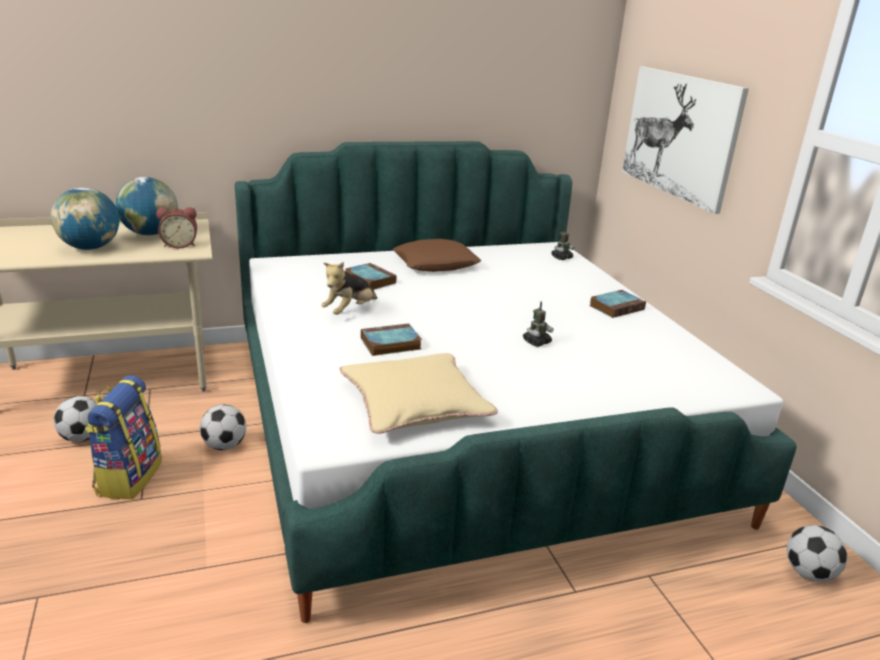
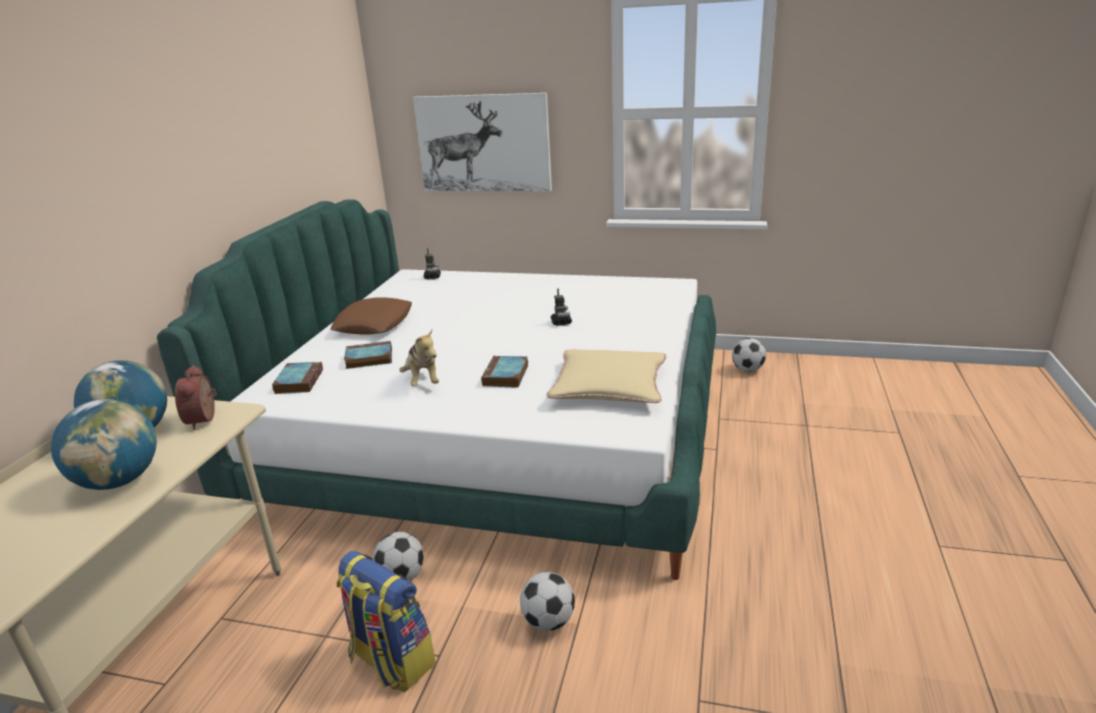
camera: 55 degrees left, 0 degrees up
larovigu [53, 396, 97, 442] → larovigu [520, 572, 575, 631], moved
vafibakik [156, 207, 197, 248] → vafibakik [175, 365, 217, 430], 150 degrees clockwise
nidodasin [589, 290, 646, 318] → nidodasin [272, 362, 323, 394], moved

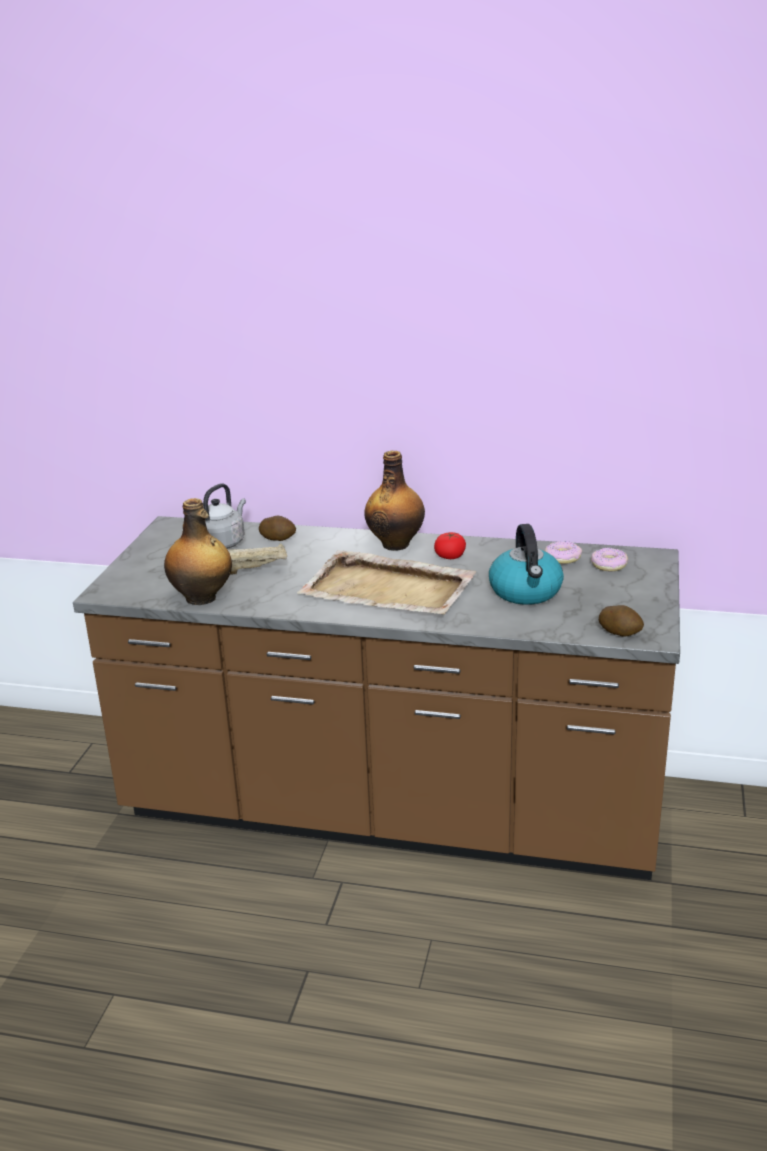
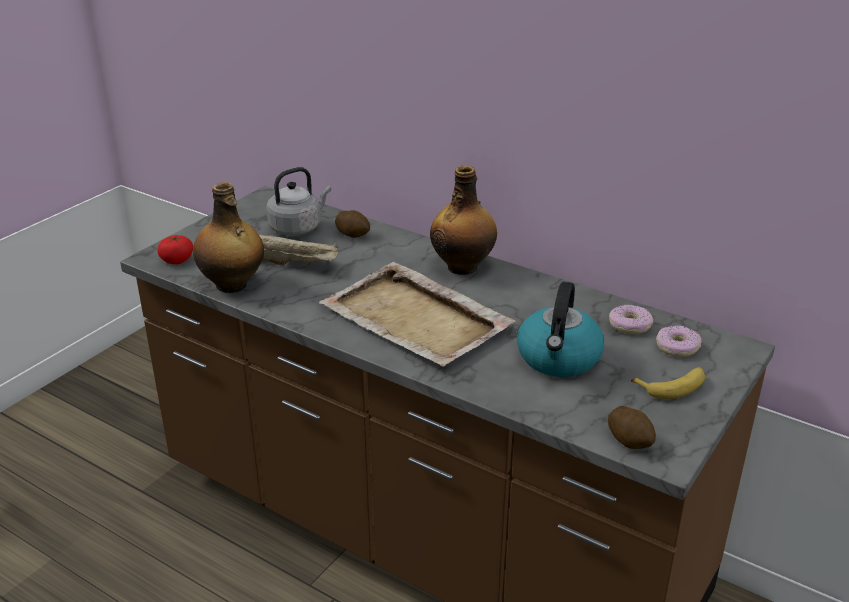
camera: 20 degrees right, 5 degrees up
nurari [434, 532, 466, 559] → nurari [157, 235, 193, 264], moved
- → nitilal [631, 367, 705, 399]

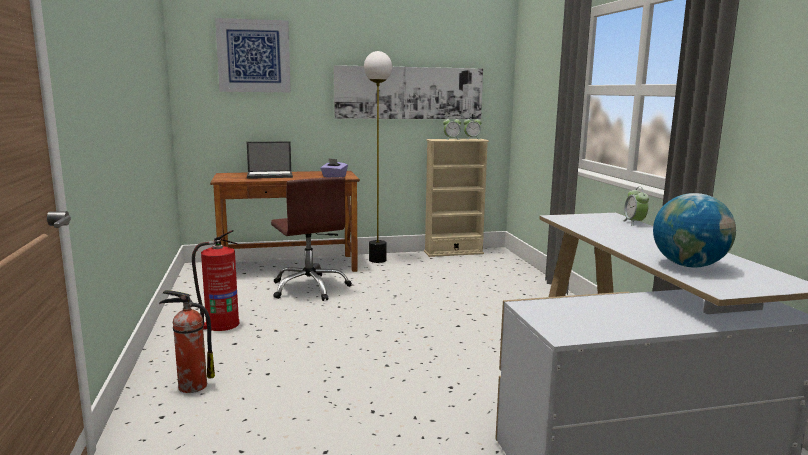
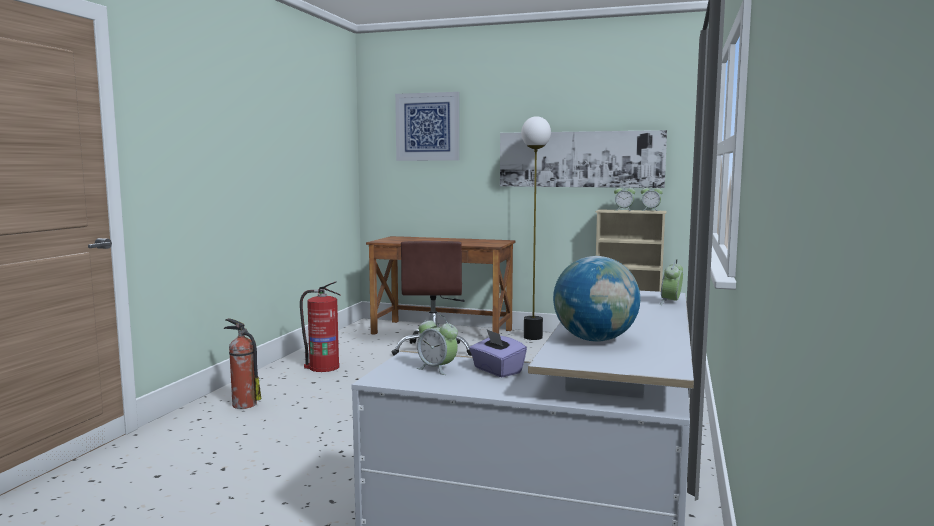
camera: 30 degrees right, 5 degrees down
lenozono [247, 141, 293, 179] → -
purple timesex [320, 158, 348, 178] → purple timesex [469, 329, 527, 377], moved
- → vafibakik [417, 315, 458, 375]

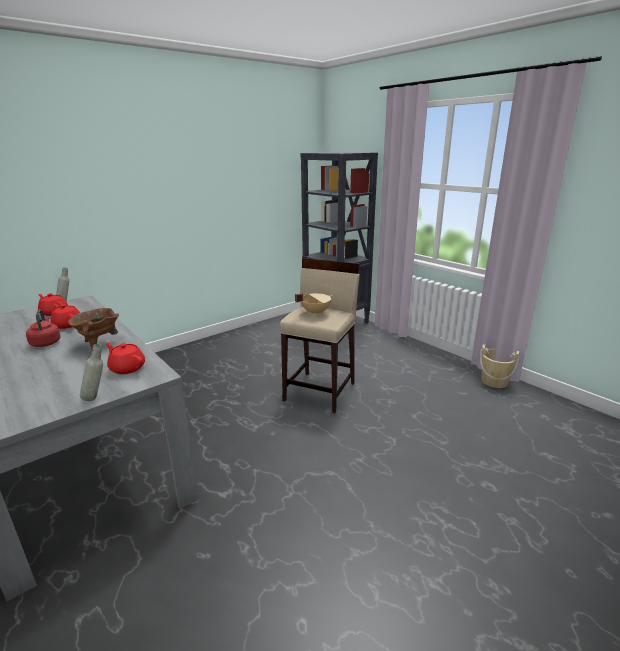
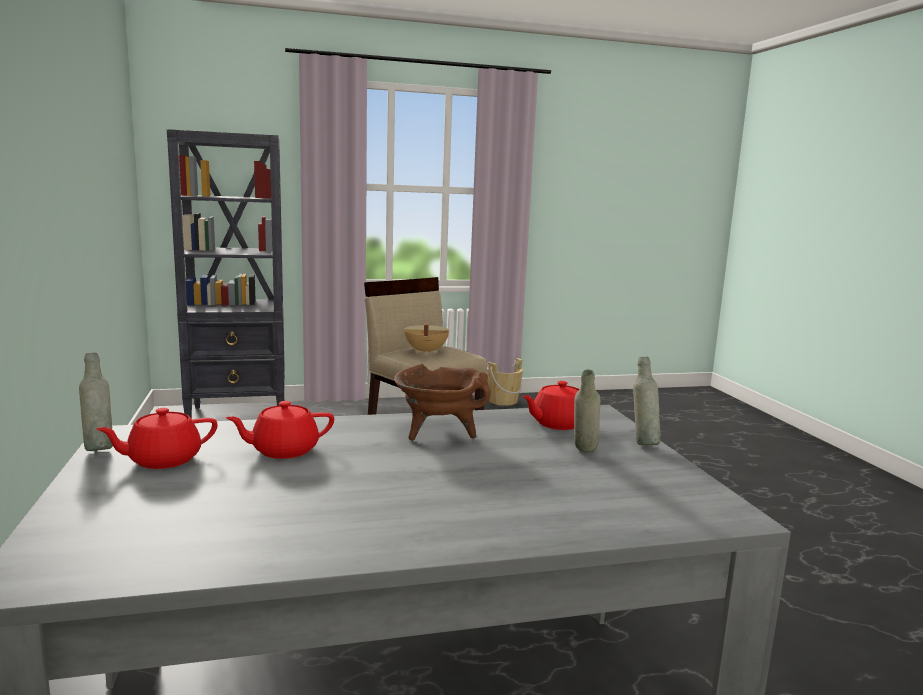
camera: 65 degrees left, 10 degrees down
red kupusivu [26, 309, 61, 347] → -
- → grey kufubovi [574, 369, 600, 452]

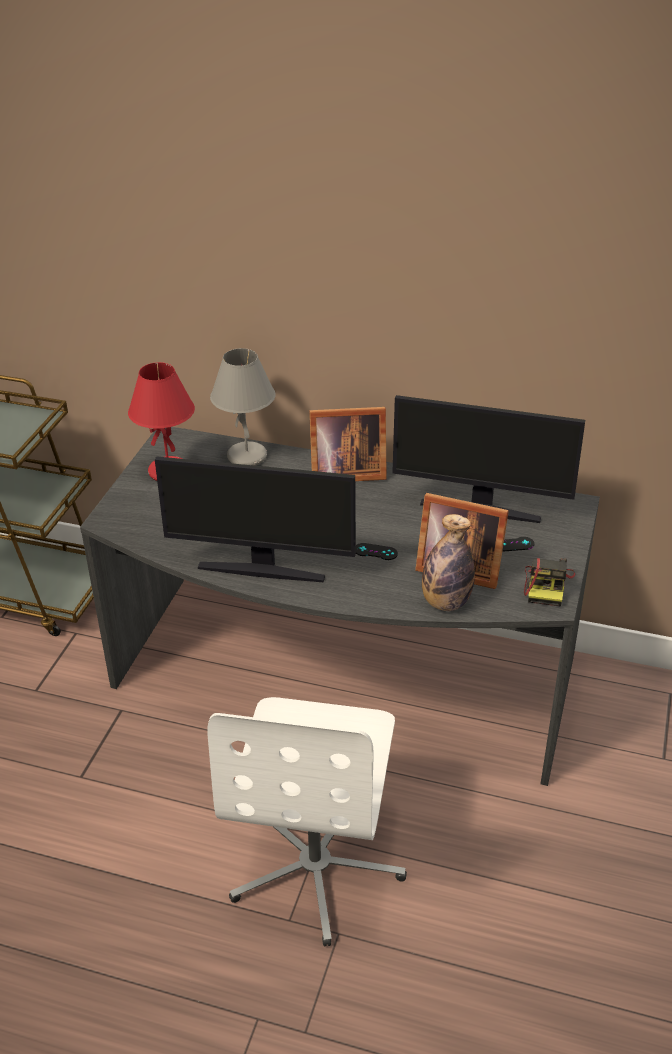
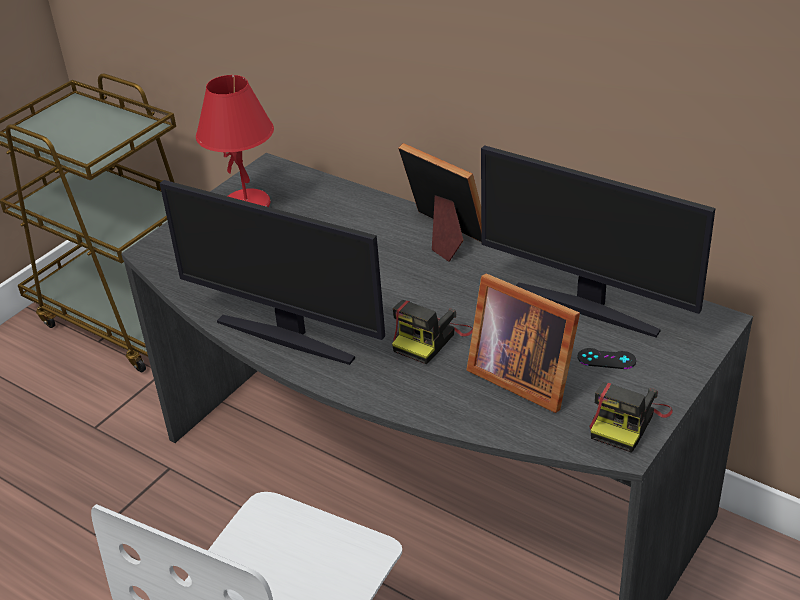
camera: 20 degrees right, 0 degrees up
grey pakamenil [210, 348, 276, 466] → -
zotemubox [309, 407, 387, 481] → zotemubox [398, 143, 481, 262], 150 degrees counterclockwise
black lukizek [356, 543, 398, 560] → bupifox [392, 300, 473, 364]
kufubovi [422, 514, 475, 611] → -

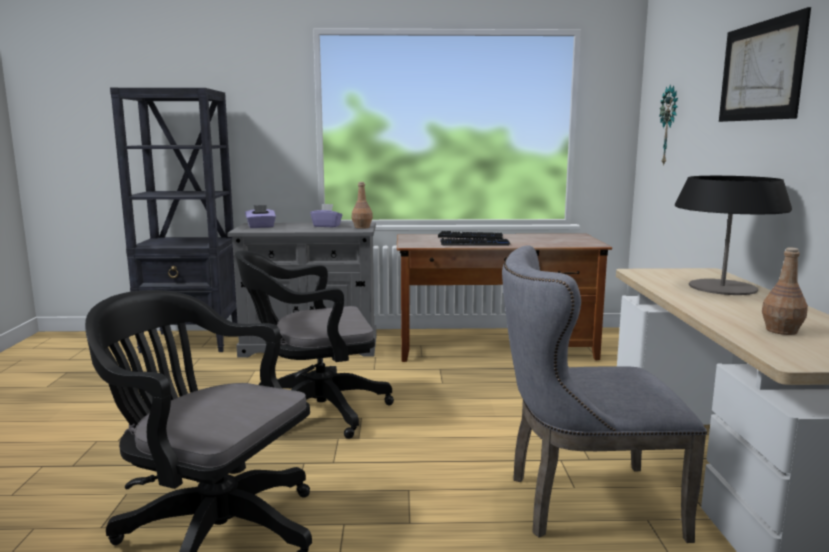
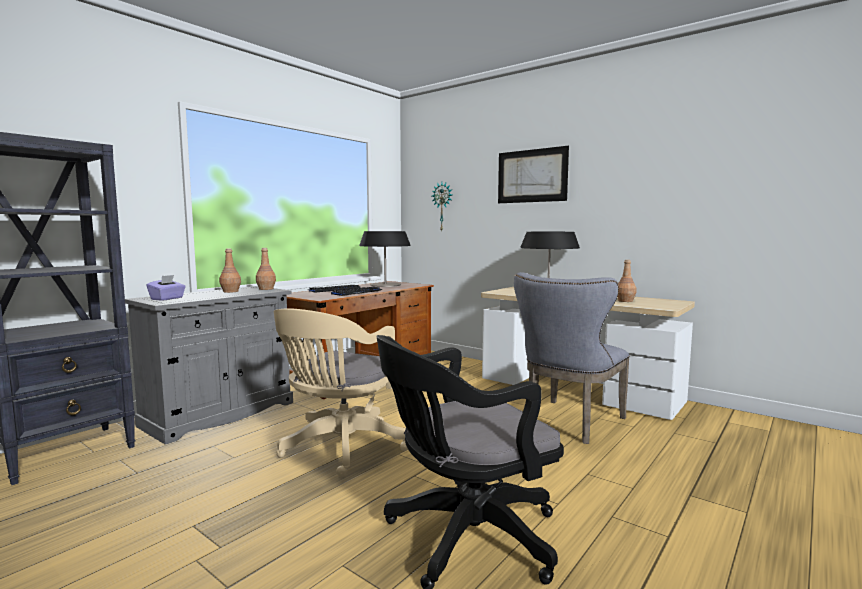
camera: 50 degrees left, 5 degrees down
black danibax [235, 250, 394, 439] → beige danibax [274, 308, 408, 476]
purple timesex [310, 204, 342, 227] → brown kufubovi [219, 249, 241, 293]
- → pakamenil [359, 231, 410, 287]

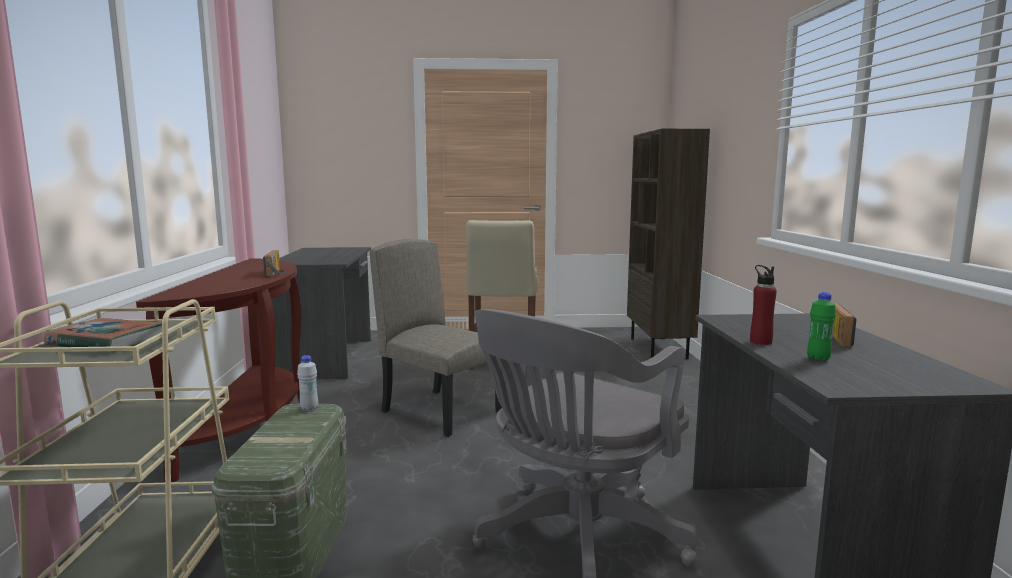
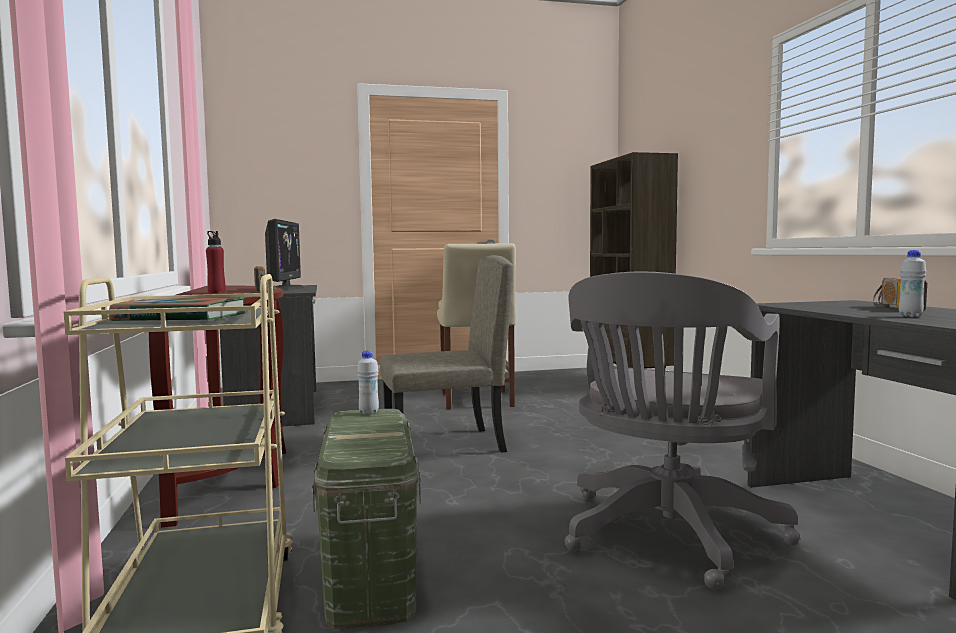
camera: 10 degrees left, 5 degrees down
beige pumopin [370, 239, 502, 437] → beige pumopin [380, 255, 513, 453], 135 degrees clockwise
red kufubovi [750, 265, 777, 345] → red kufubovi [206, 231, 226, 293], moved
green kufubovi [807, 292, 836, 361] → white kufubovi [899, 250, 926, 317]
- → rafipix [265, 219, 304, 291]

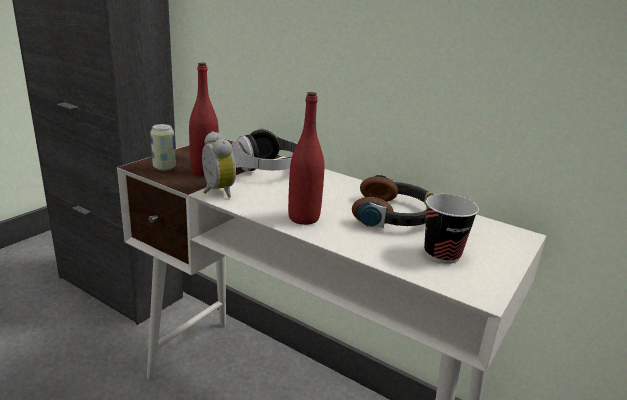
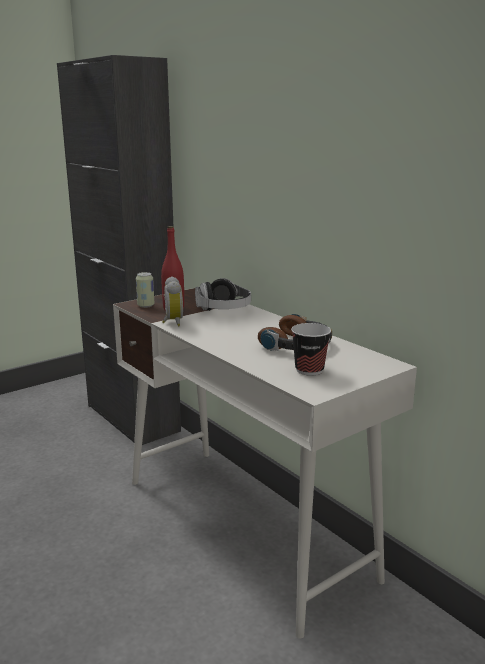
camera: 20 degrees right, 5 degrees down
red kufubovi [288, 92, 324, 225] → -

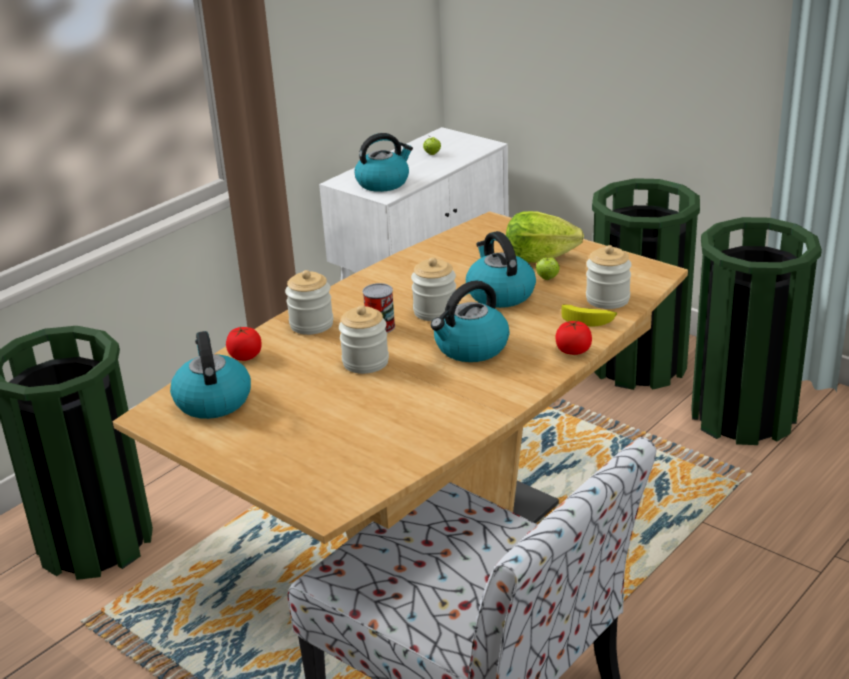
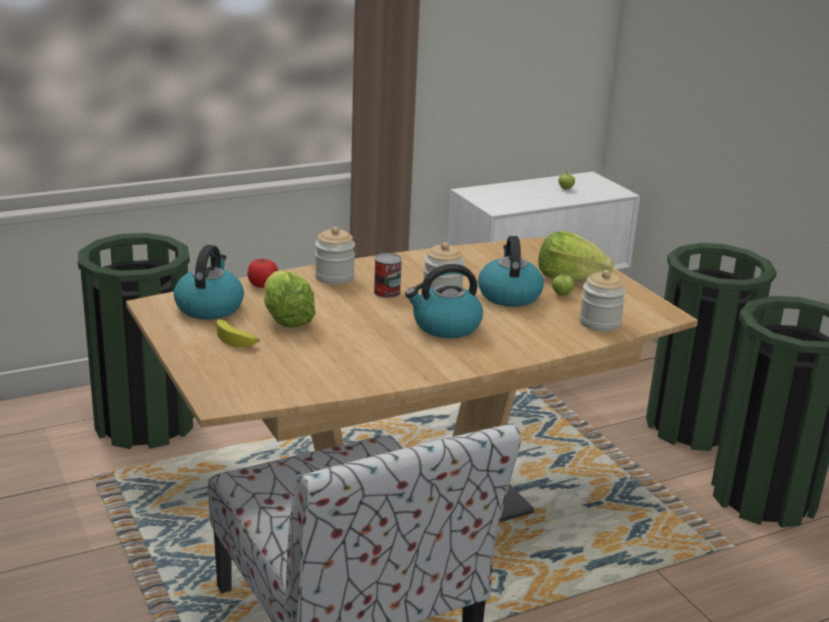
camera: 20 degrees right, 5 degrees down
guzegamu [339, 306, 389, 374] → -
kupusivu [355, 133, 413, 192] → -
nurari [555, 321, 592, 355] → -
nitilal [562, 304, 617, 326] → nitilal [217, 319, 260, 347], moved
- → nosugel [264, 270, 316, 328]

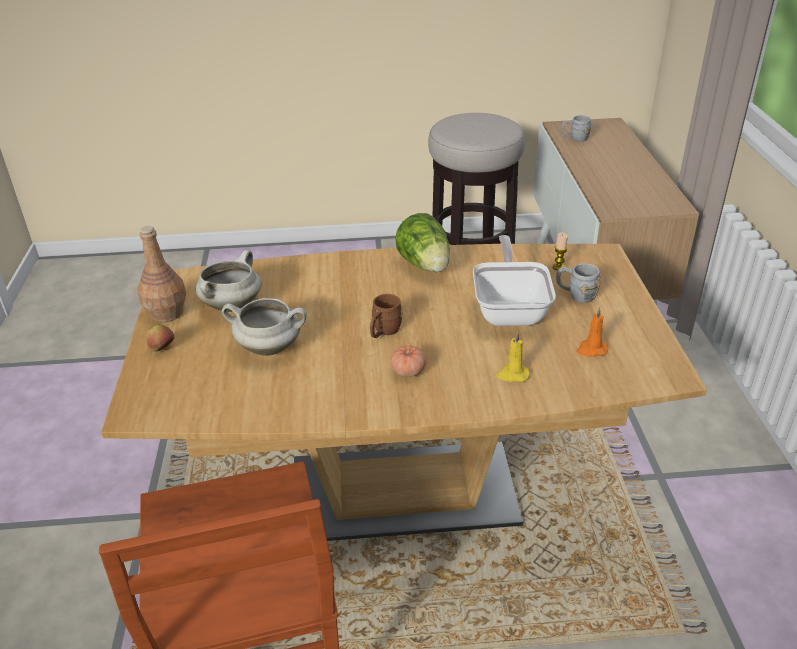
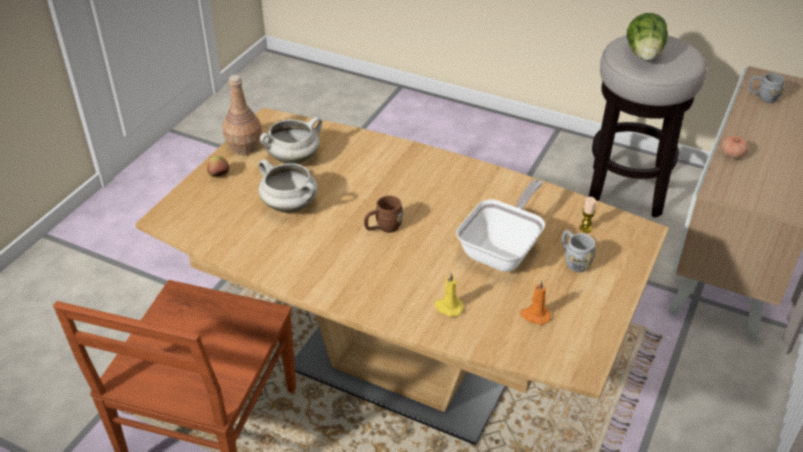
camera: 30 degrees right, 5 degrees up
nurari [390, 346, 426, 377] → nurari [721, 136, 749, 158], moved
nosugel [395, 213, 450, 272] → nosugel [627, 13, 668, 61], moved

